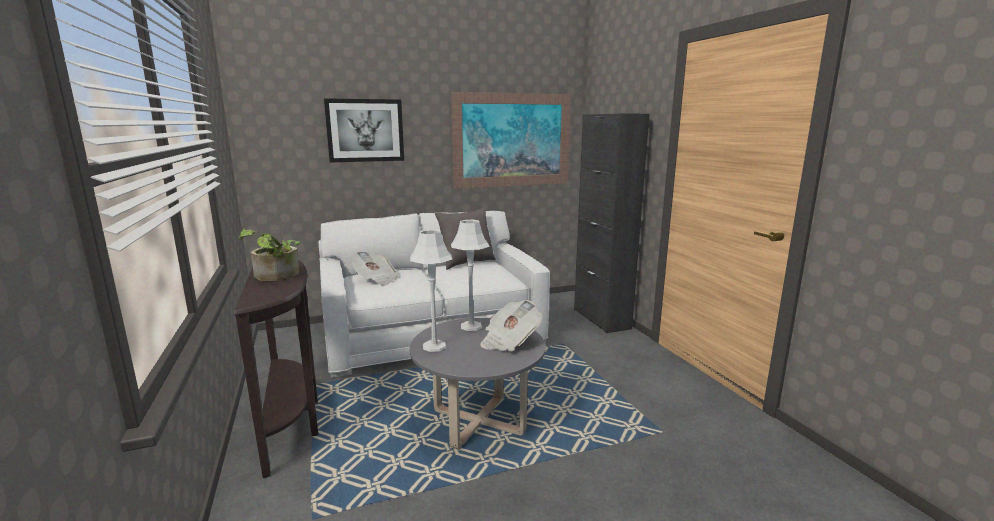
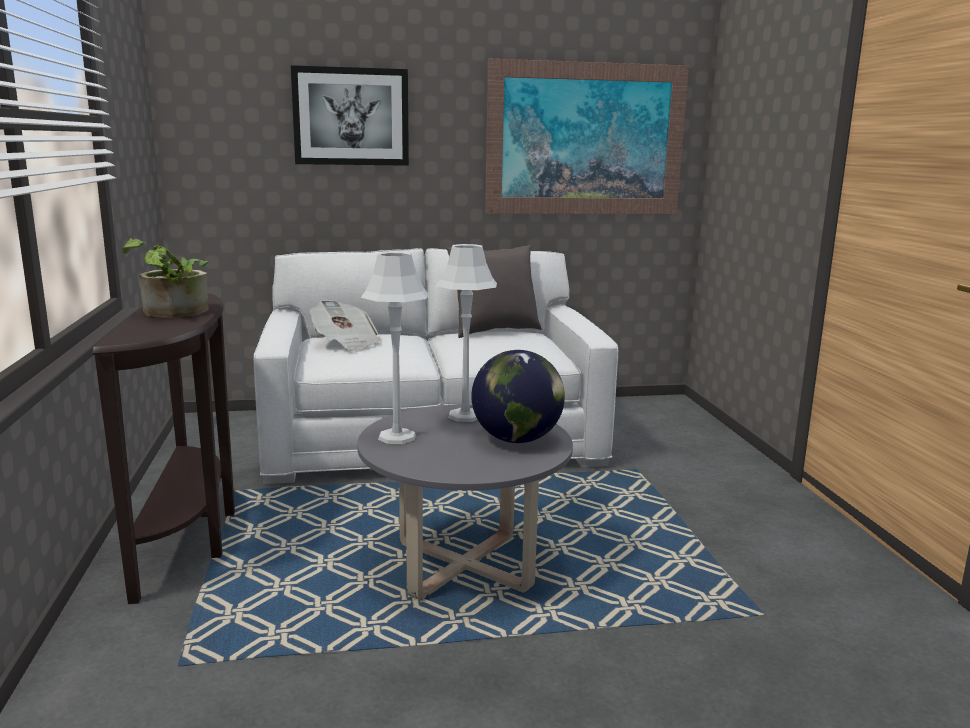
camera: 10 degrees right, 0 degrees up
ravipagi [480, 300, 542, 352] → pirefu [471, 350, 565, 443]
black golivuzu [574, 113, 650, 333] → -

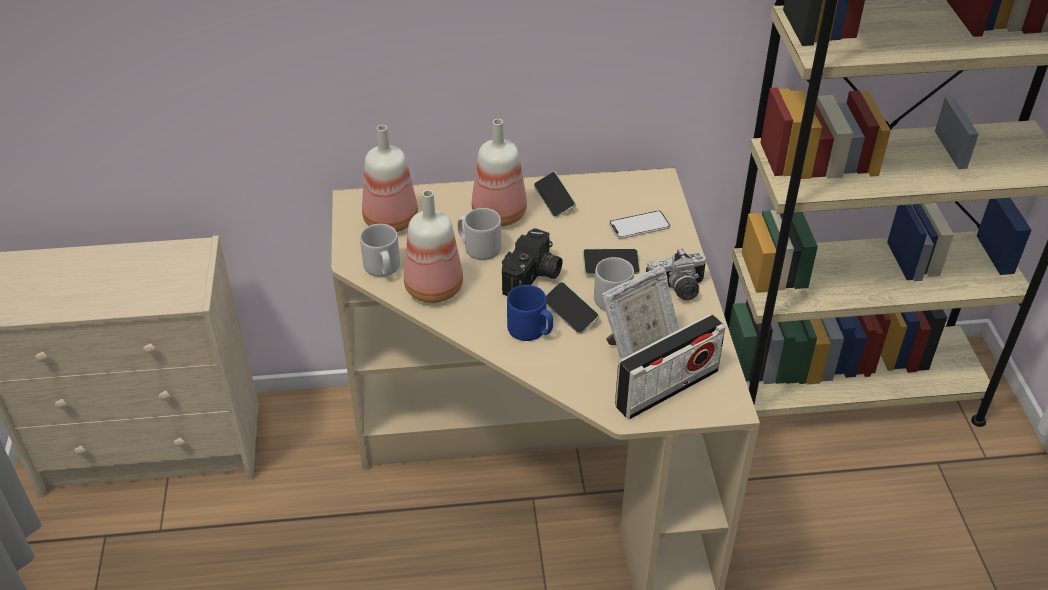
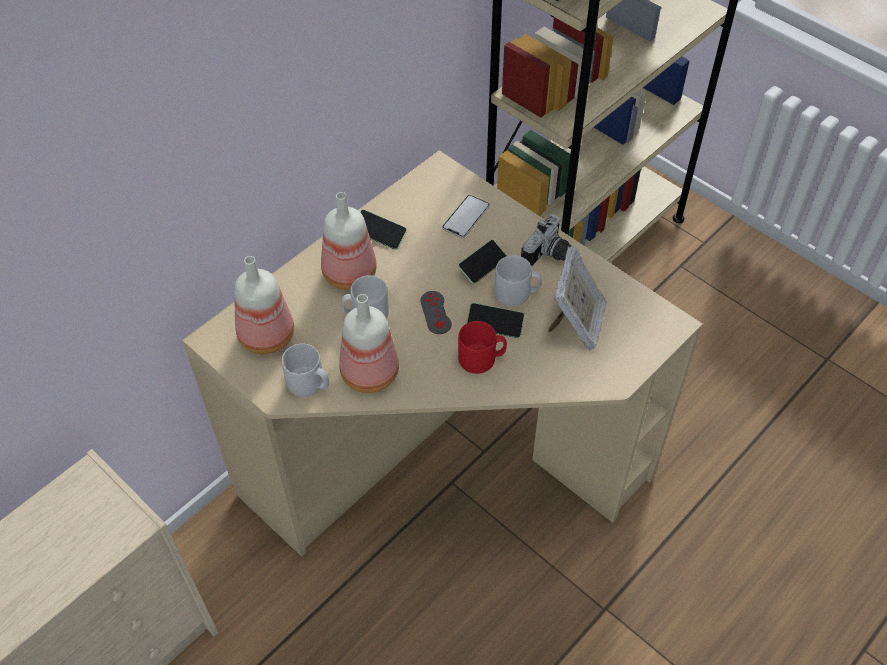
camera: 40 degrees left, 10 degrees up
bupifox [502, 228, 563, 296] → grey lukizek [420, 291, 452, 334]
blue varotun [507, 285, 553, 341] → red varotun [458, 321, 507, 374]
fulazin [615, 314, 725, 420] → -

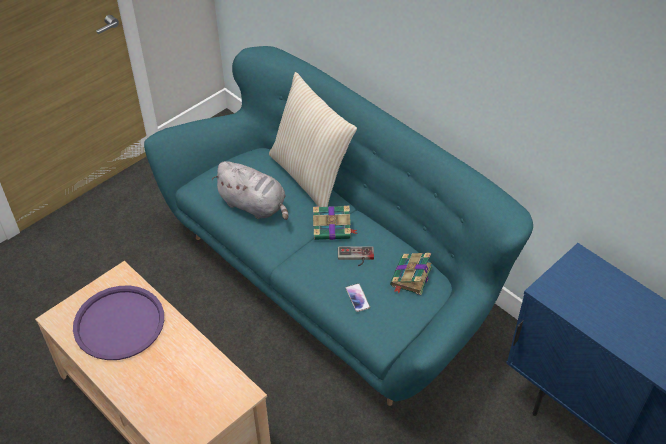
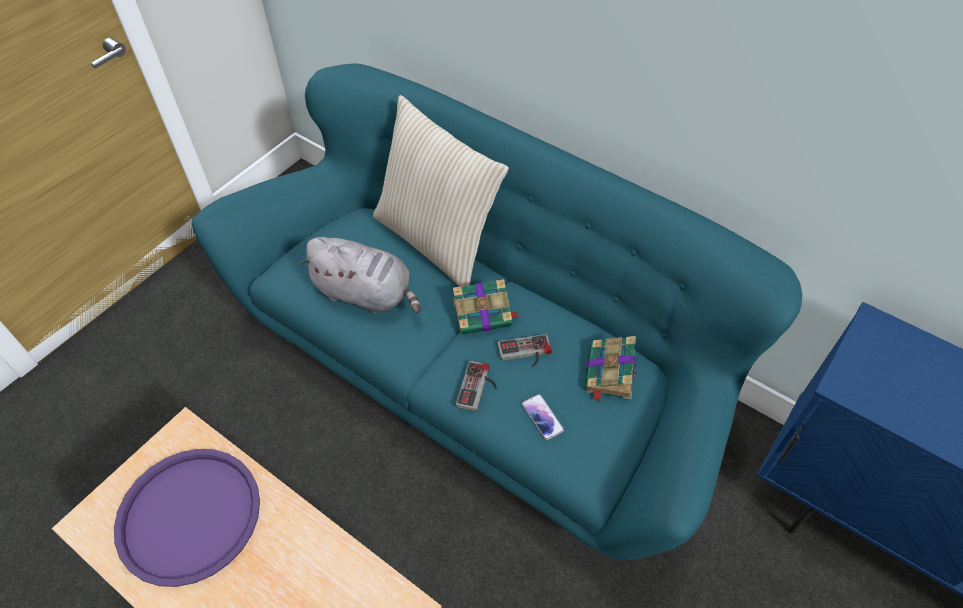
camera: 10 degrees left, 5 degrees up
- → lukizek [456, 361, 497, 412]

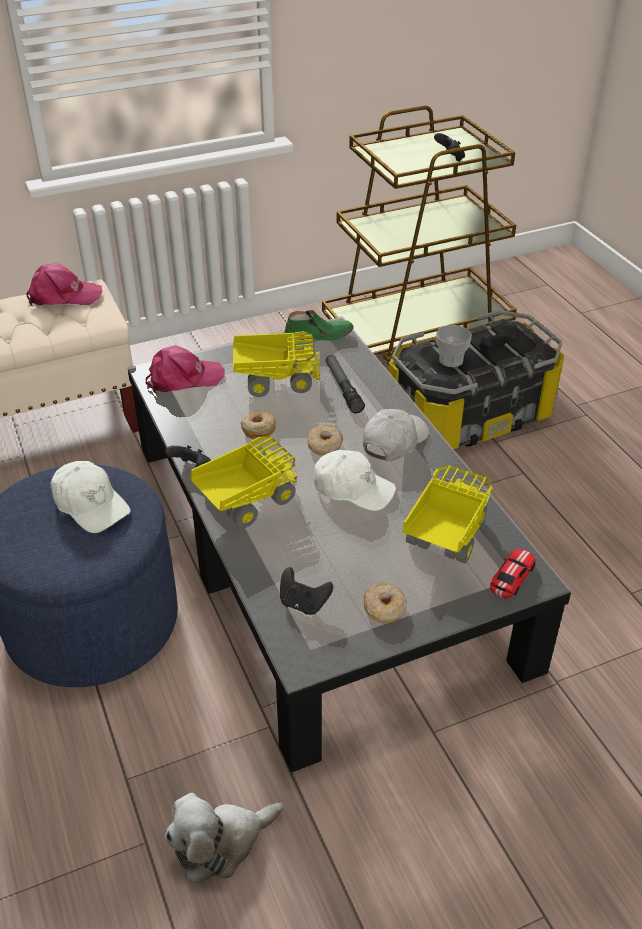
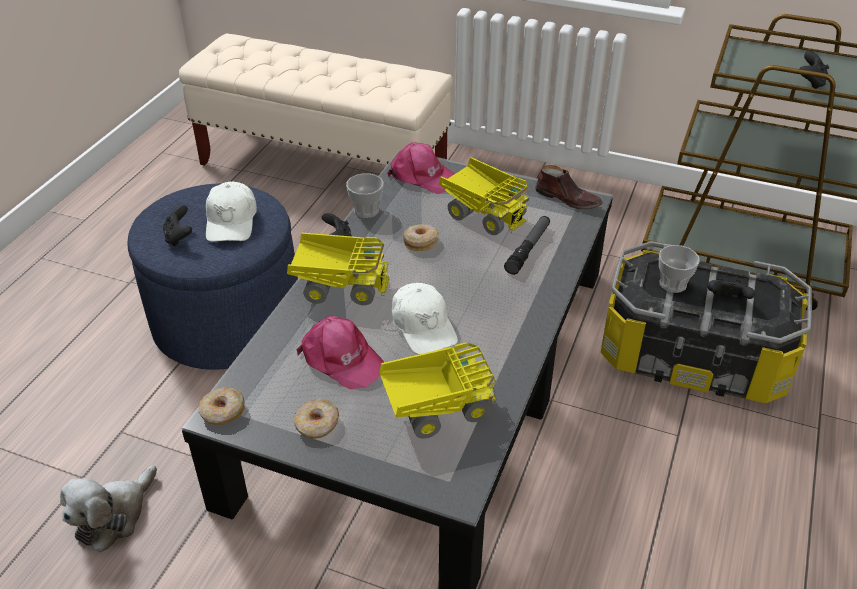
camera: 45 degrees right, 0 degrees up
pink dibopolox [27, 264, 102, 307] → pink dibopolox [297, 316, 384, 389], moved
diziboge [165, 793, 284, 883] → diziboge [60, 465, 157, 552], 75 degrees counterclockwise
black lukizek [280, 567, 333, 615] → black lukizek [163, 205, 192, 246], moved
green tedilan [285, 310, 354, 341] → brown tedilan [535, 165, 603, 210]
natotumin [307, 425, 343, 456] → natotumin [199, 387, 245, 425], moved
white dibopolox [363, 409, 429, 461] → -
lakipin [490, 549, 536, 599] → -
- → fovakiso [346, 173, 384, 218]

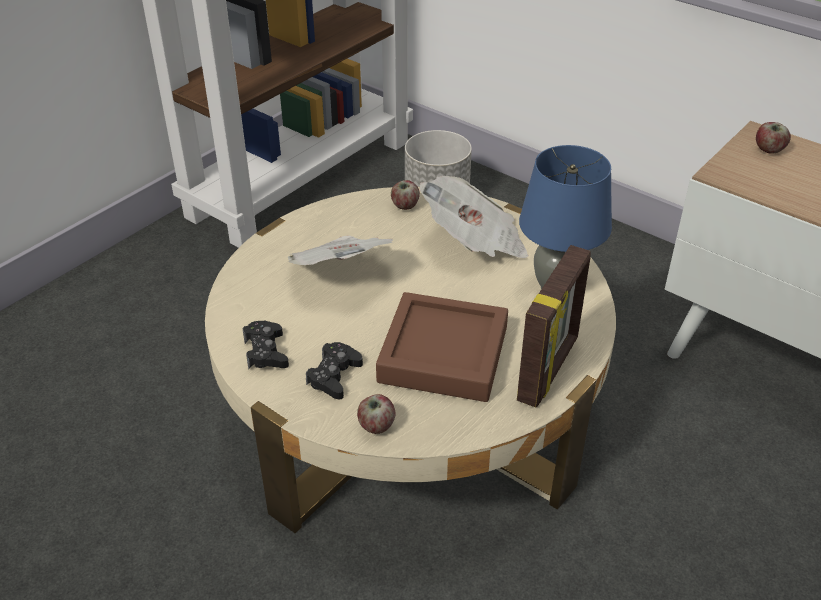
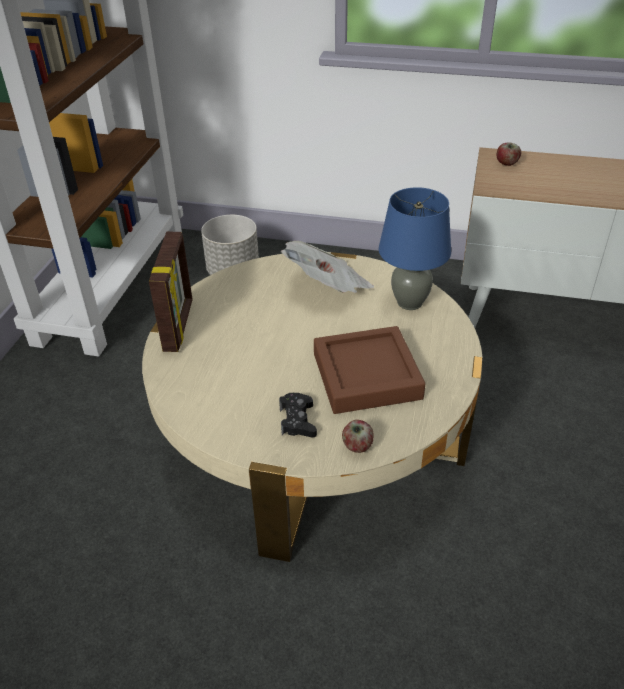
camera: 25 degrees left, 0 degrees up
black lukizek [242, 321, 289, 369] → -
ravipagi [288, 235, 393, 265] → -
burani [391, 180, 420, 210] → -
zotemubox [517, 245, 591, 407] → zotemubox [149, 232, 193, 352], moved

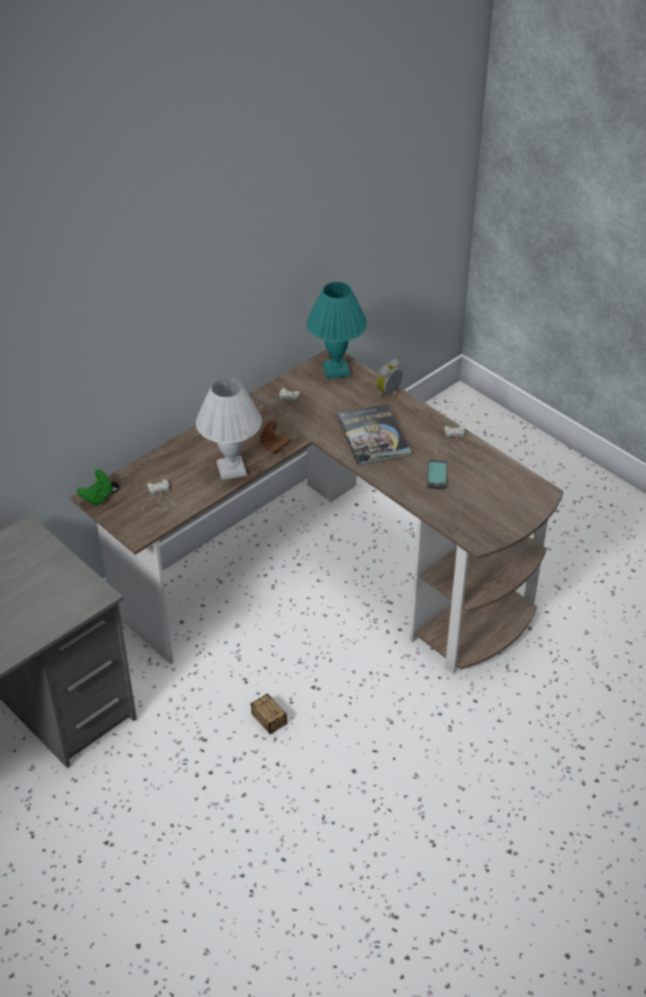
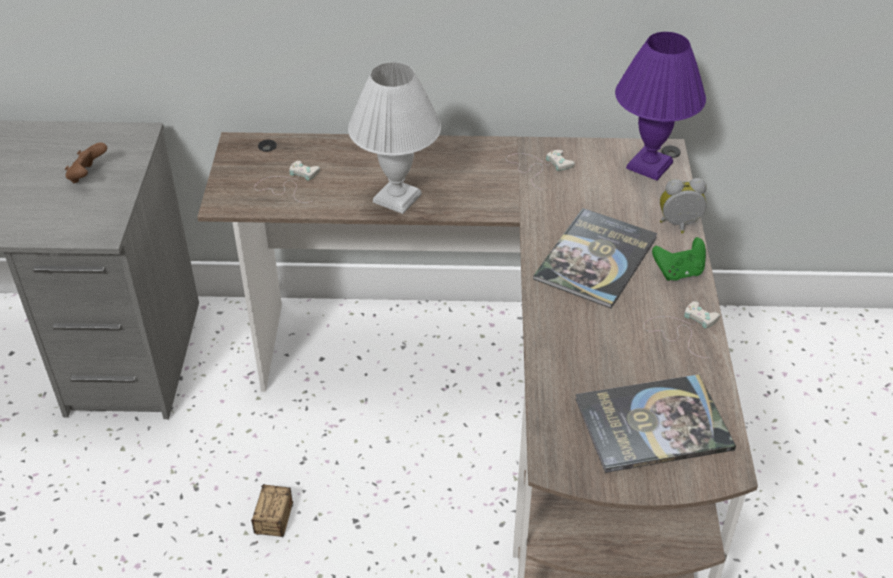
camera: 45 degrees right, 0 degrees up
green lukizek [77, 470, 113, 506] → green lukizek [652, 237, 706, 281], moved
brown lukizek [260, 420, 291, 454] → brown lukizek [65, 143, 107, 183], moved
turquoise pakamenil [307, 282, 367, 379] → purple pakamenil [615, 32, 706, 180]
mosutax [427, 460, 448, 489] → -
- → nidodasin [575, 374, 736, 473]

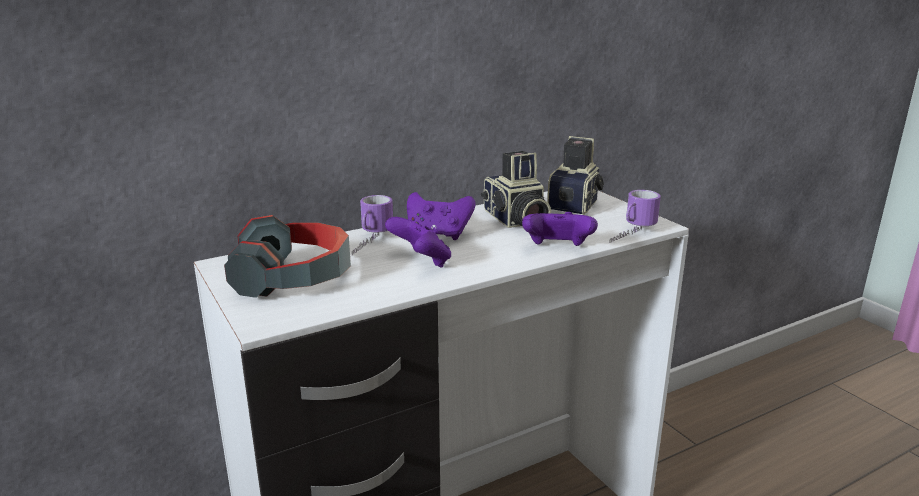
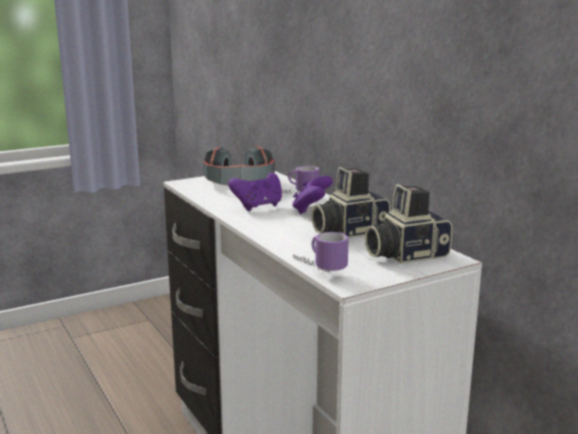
camera: 90 degrees right, 5 degrees down
purple lukizek [522, 212, 598, 246] → -
bupifox [547, 136, 604, 214] → bupifox [365, 184, 452, 264], 135 degrees clockwise

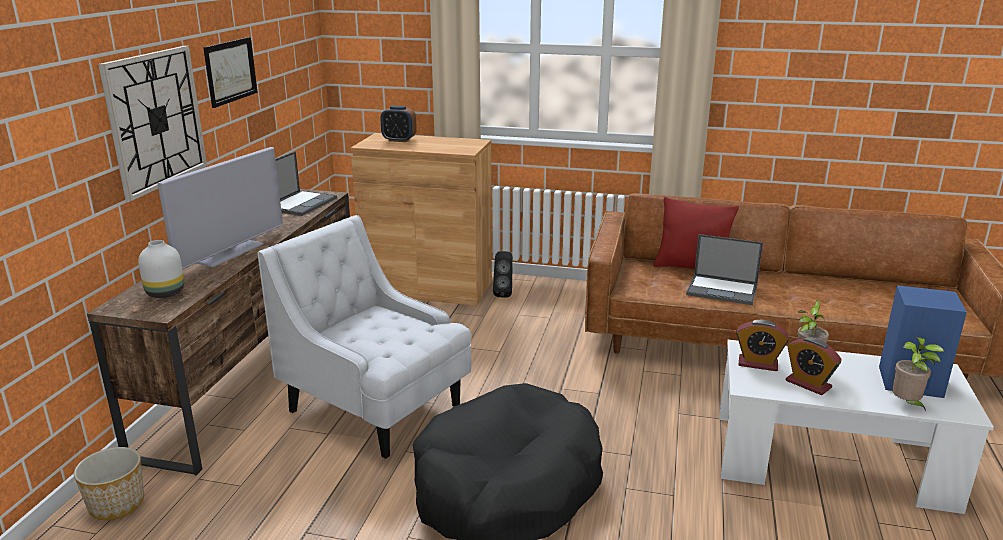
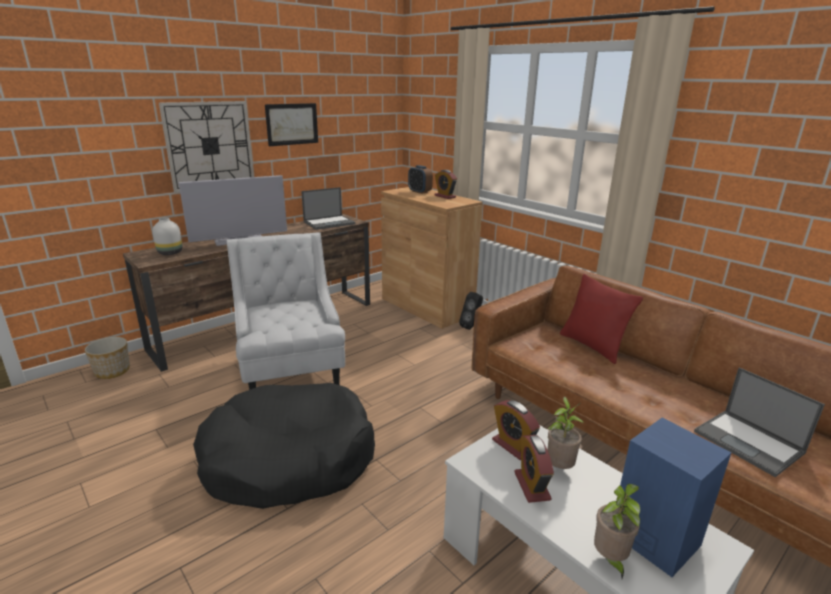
camera: 35 degrees right, 0 degrees up
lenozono [686, 234, 763, 305] → lenozono [694, 367, 825, 477], moved
- → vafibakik [435, 170, 457, 199]

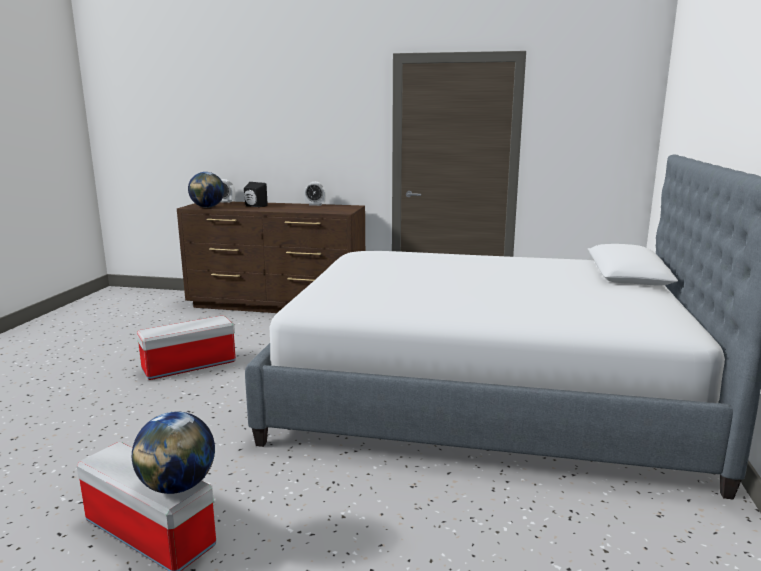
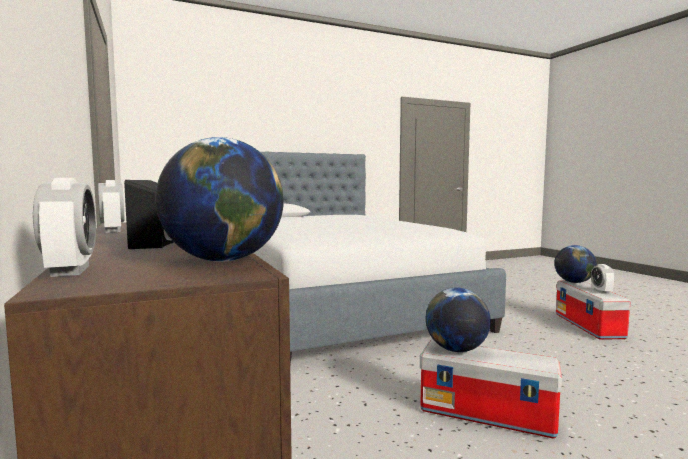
camera: 125 degrees left, 10 degrees down
- → pirefu [426, 287, 491, 352]
- → vafibakik [591, 264, 615, 294]

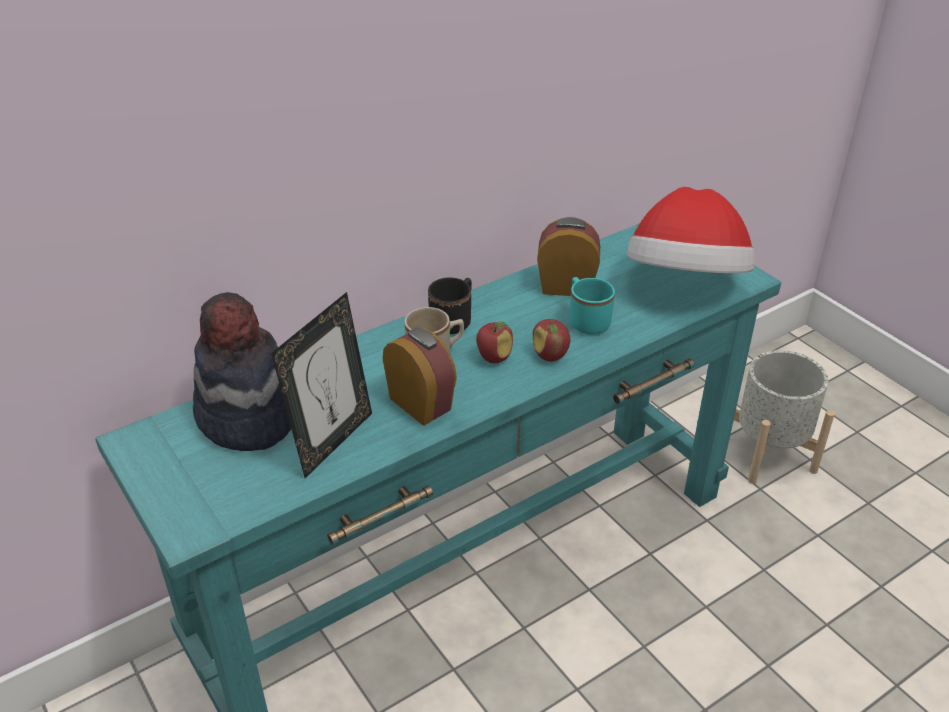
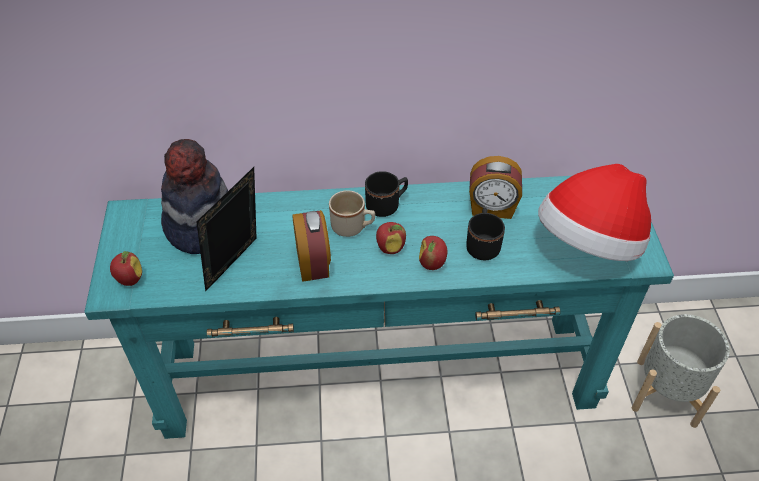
camera: 30 degrees right, 10 degrees up
zotemubox [271, 292, 372, 478] → zotemubox [196, 167, 257, 292], 150 degrees clockwise
vafibakik [537, 217, 600, 296] → vafibakik [469, 156, 522, 219], 150 degrees clockwise
turquoise varotun [570, 277, 615, 334] → black varotun [466, 208, 505, 260]
- → burani [110, 251, 142, 286]

